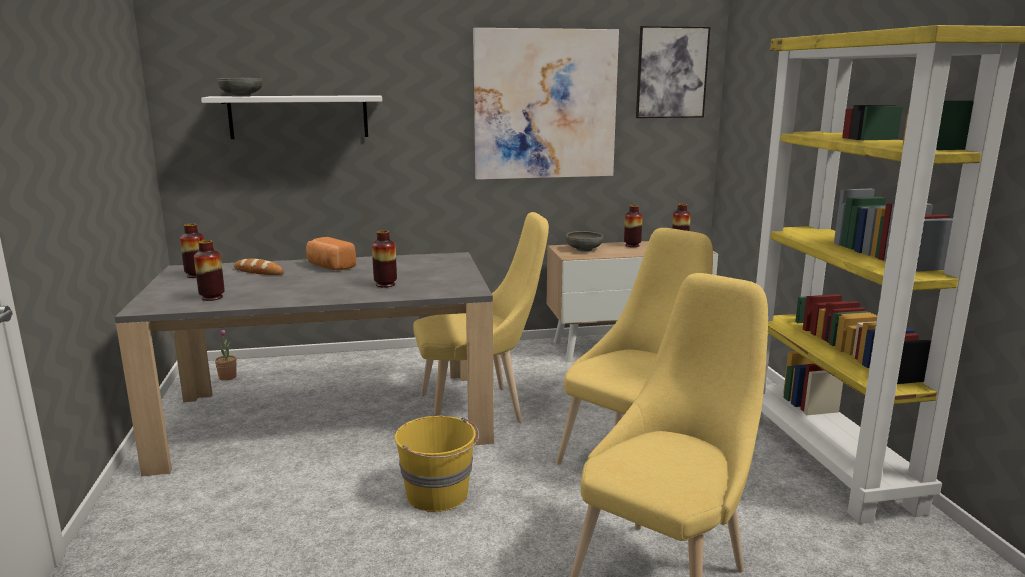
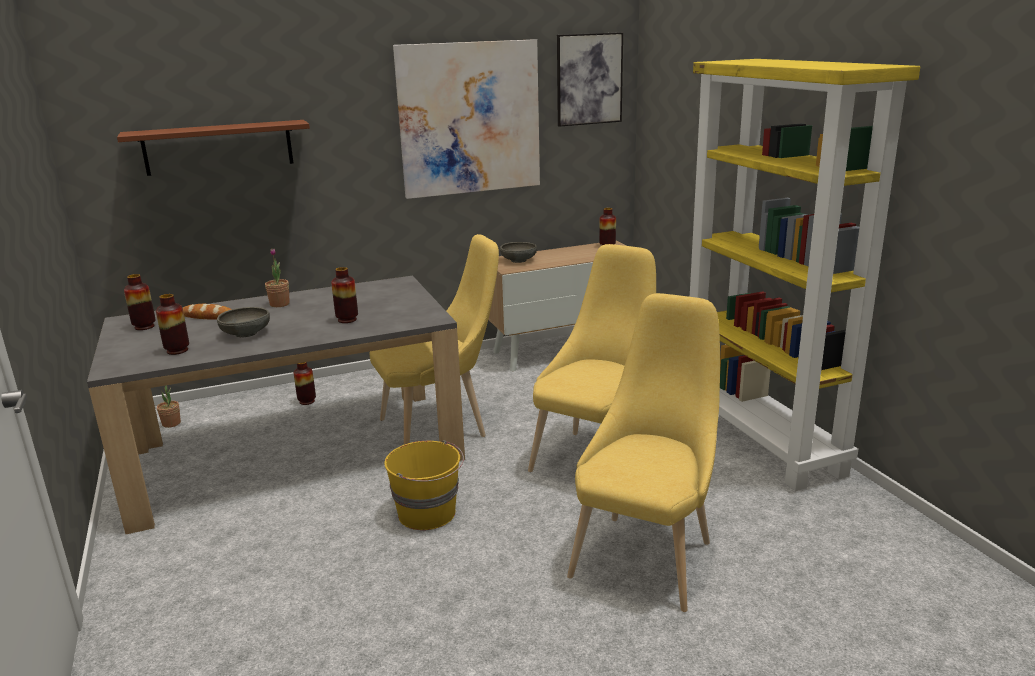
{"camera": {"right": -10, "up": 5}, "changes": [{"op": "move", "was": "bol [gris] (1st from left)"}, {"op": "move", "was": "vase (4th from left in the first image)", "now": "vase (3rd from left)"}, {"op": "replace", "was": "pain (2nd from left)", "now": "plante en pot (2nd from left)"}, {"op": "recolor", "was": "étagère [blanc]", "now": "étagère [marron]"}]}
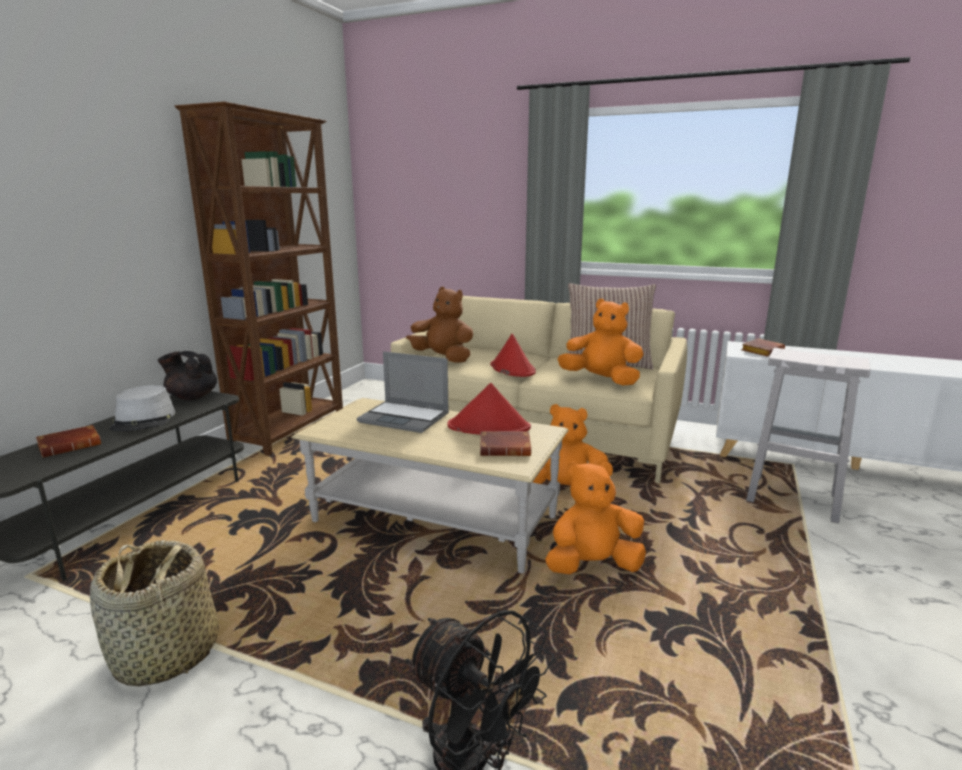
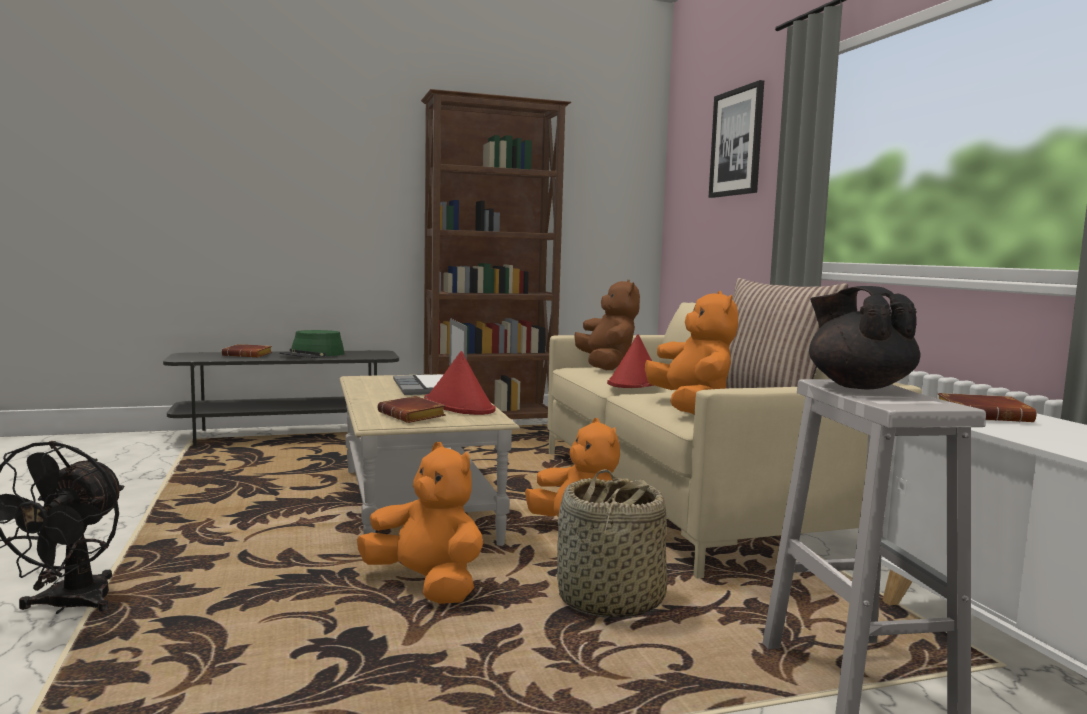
{"camera": {"right": 50, "up": -10}, "changes": [{"op": "insert", "now": "tableau"}, {"op": "move", "was": "panier"}, {"op": "move", "was": "théière [noir]"}, {"op": "recolor", "was": "chapeau [gris]", "now": "chapeau [vert]"}]}
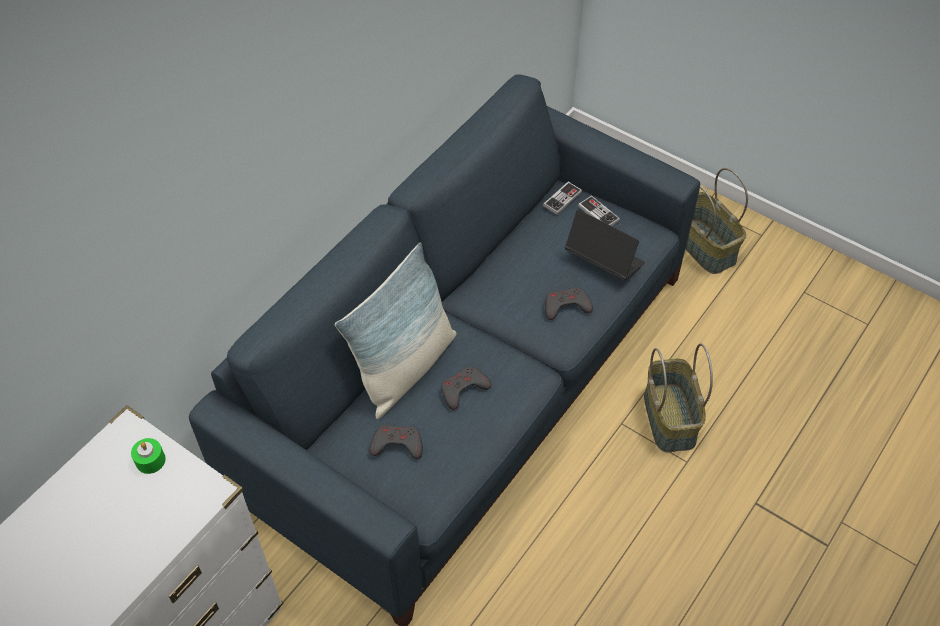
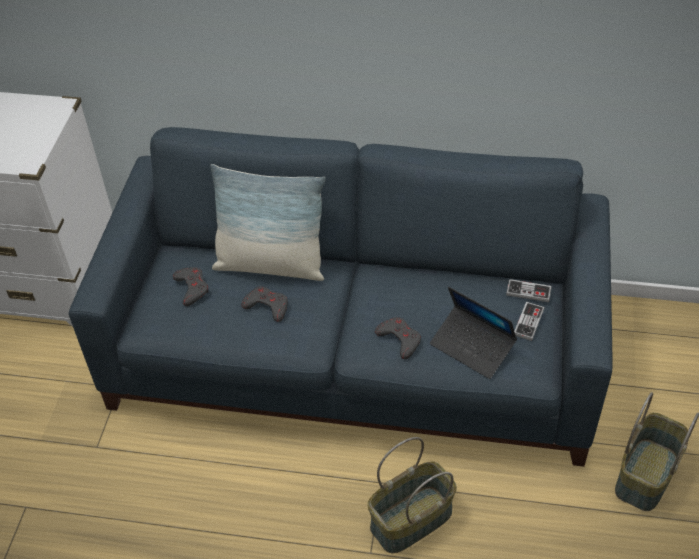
{"camera": {"right": 65, "up": -5}, "changes": [{"op": "delete", "was": "bougie [vert]"}, {"op": "rotate", "was": "ordinateur portable", "clockwise": 120}]}
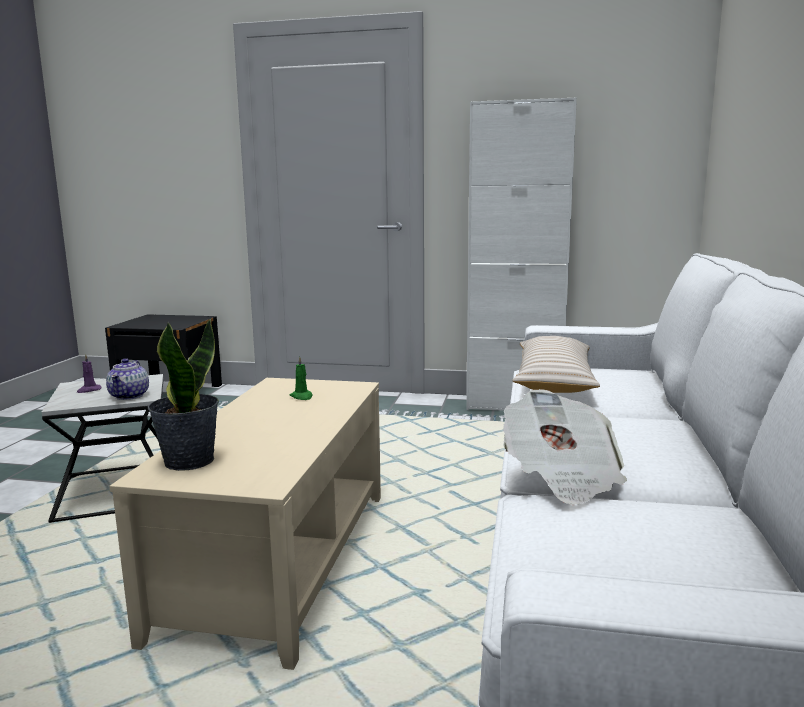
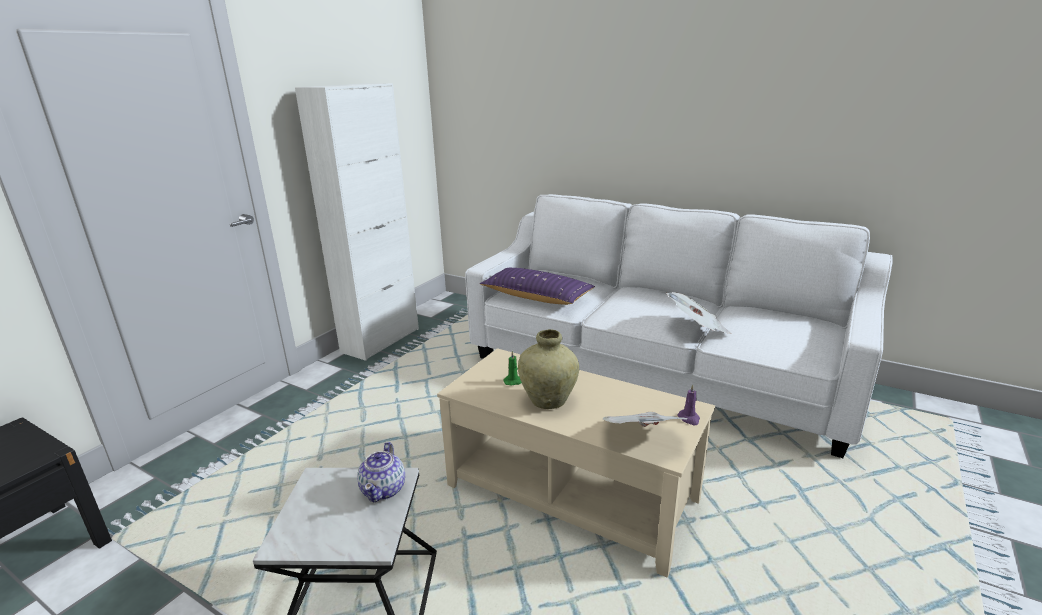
{"camera": {"right": -70, "up": 10}, "changes": [{"op": "insert", "now": "vase [beige]"}, {"op": "move", "was": "bougie [violet]"}, {"op": "replace", "was": "plante en pot", "now": "journal (1st from left)"}, {"op": "recolor", "was": "coussin [beige]", "now": "coussin [violet]"}, {"op": "rotate", "was": "théière", "clockwise": 75}]}
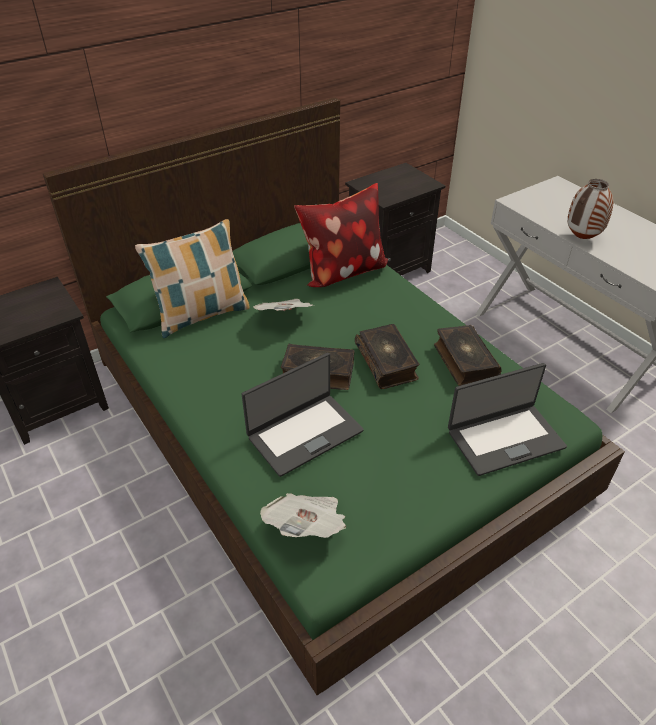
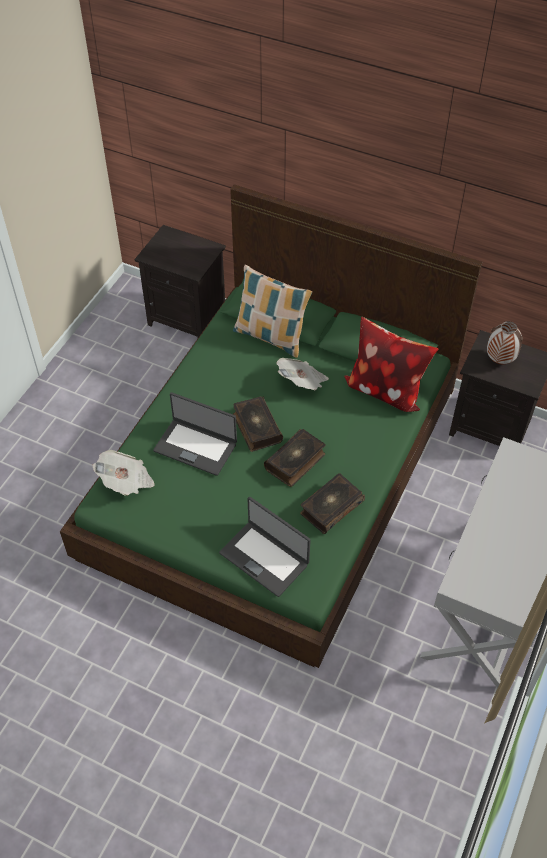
{"camera": {"right": 60, "up": 10}, "changes": [{"op": "move", "was": "vase"}]}
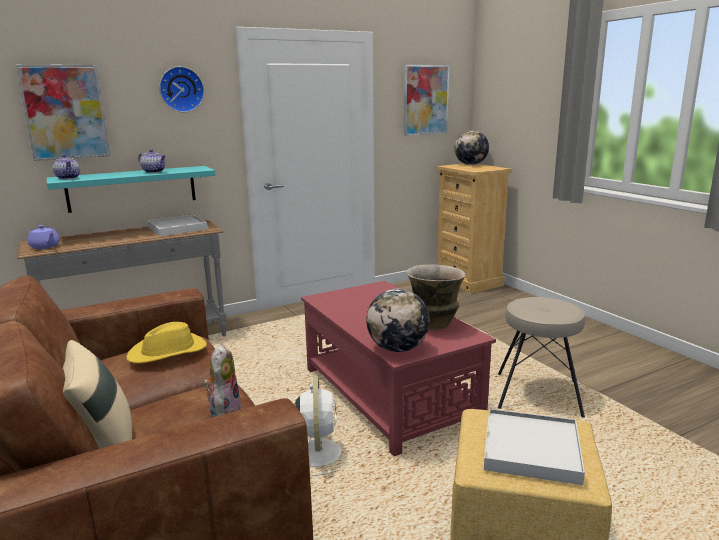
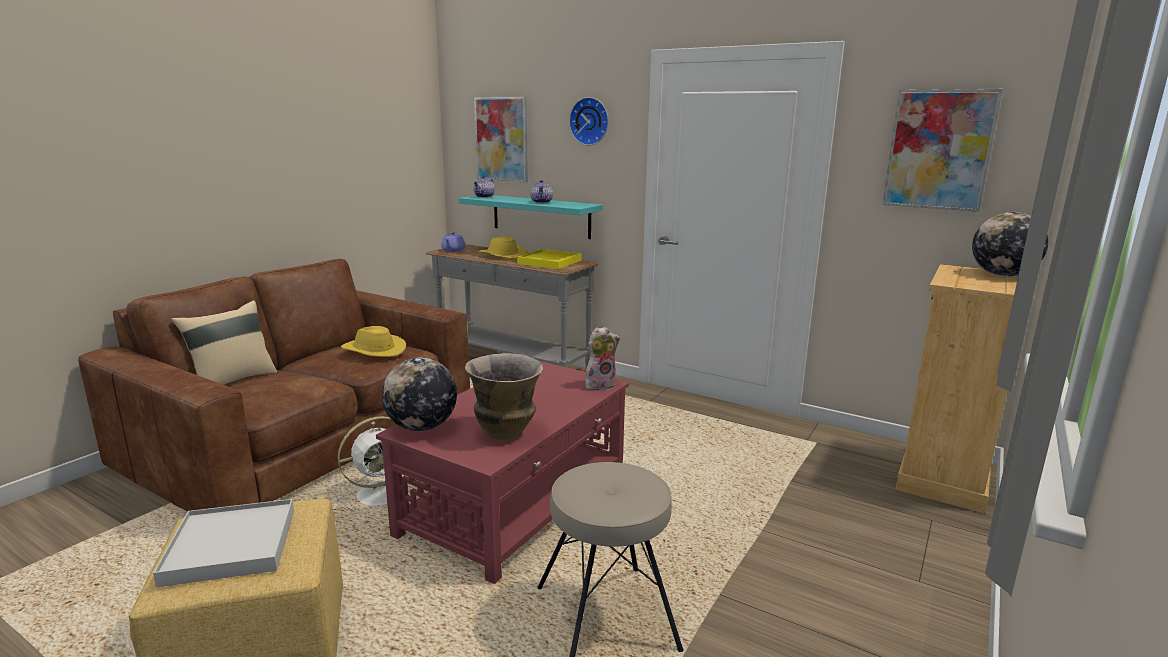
{"camera": {"right": 60, "up": 0}, "changes": [{"op": "insert", "now": "chapeau [jaune] (2nd from left)"}, {"op": "move", "was": "peluche"}, {"op": "recolor", "was": "plateau [blanc] (1st from left)", "now": "plateau [jaune]"}]}
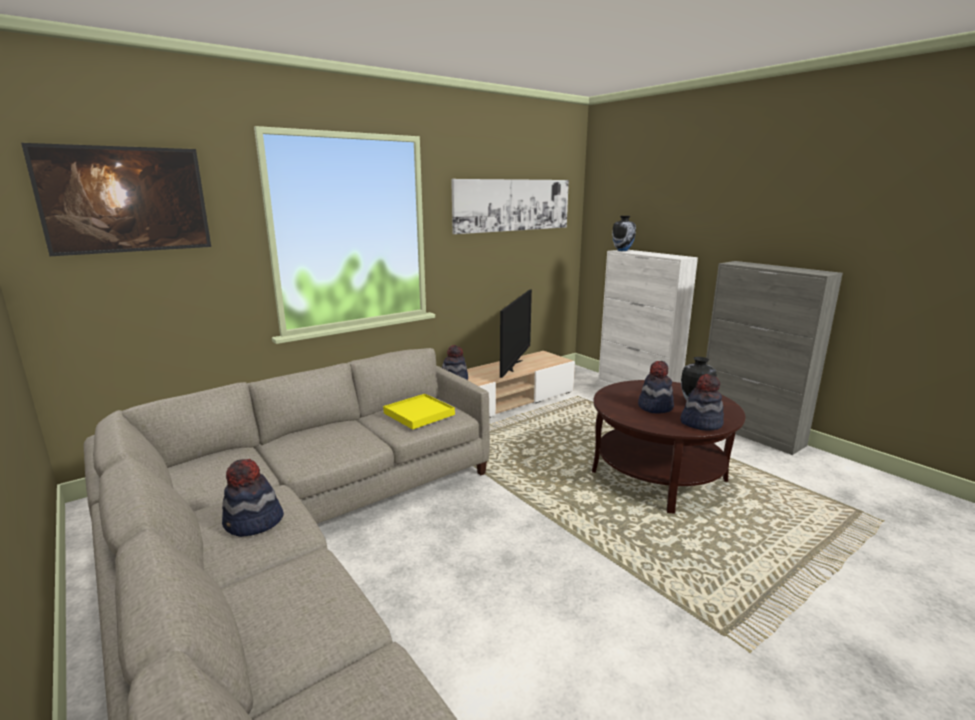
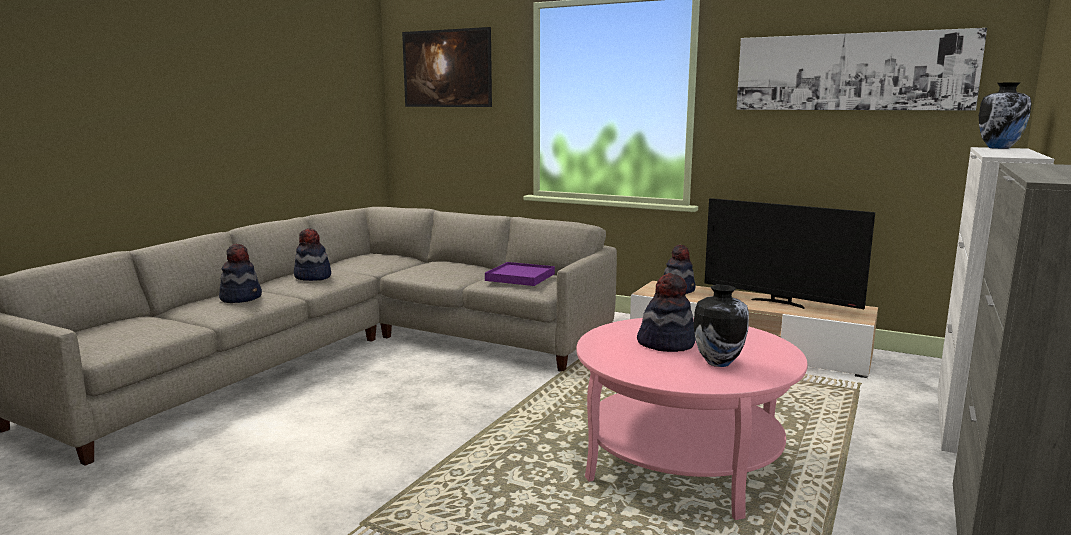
{"camera": {"right": 65, "up": -5}, "changes": [{"op": "move", "was": "chapeau (4th from left in the first image)", "now": "chapeau (1st from left)"}, {"op": "recolor", "was": "plateau [jaune]", "now": "plateau [violet]"}, {"op": "recolor", "was": "table basse [marron]", "now": "table basse [rose]"}, {"op": "rotate", "was": "téléviseur", "clockwise": 45}]}
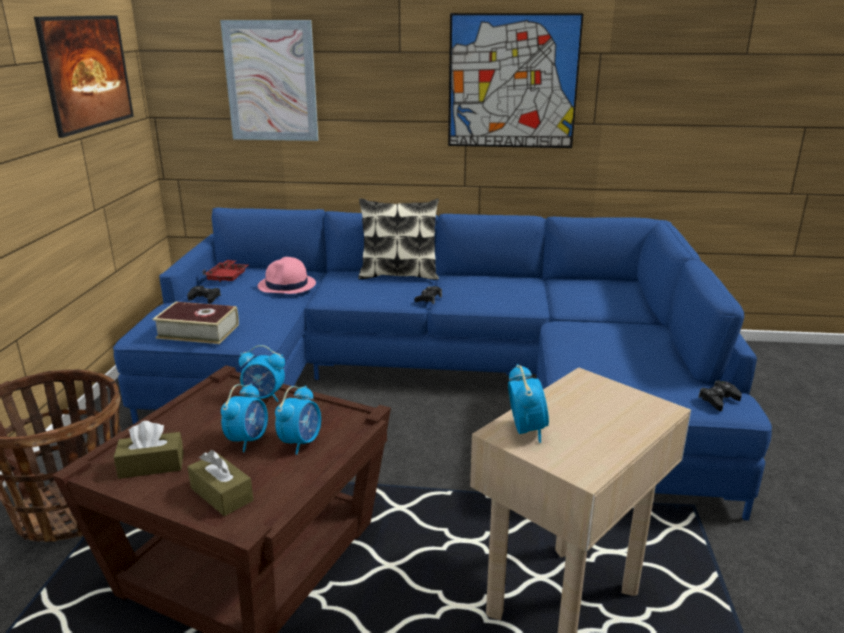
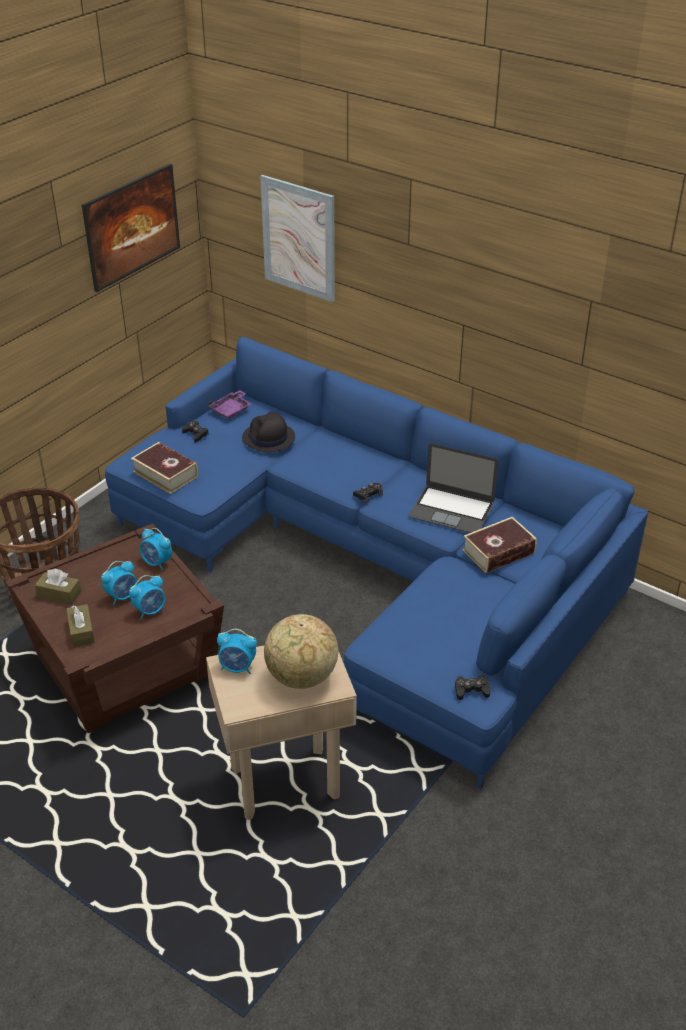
{"camera": {"right": 30, "up": 15}, "changes": [{"op": "delete", "was": "coussin"}, {"op": "delete", "was": "tableau (3rd from left)"}, {"op": "insert", "now": "globe"}, {"op": "insert", "now": "ordinateur portable"}, {"op": "insert", "now": "livre (2nd from left)"}, {"op": "recolor", "was": "plateau [rouge]", "now": "plateau [violet]"}, {"op": "recolor", "was": "chapeau [rose]", "now": "chapeau [noir]"}, {"op": "rotate", "was": "réveil (4th from left)", "clockwise": 75}]}
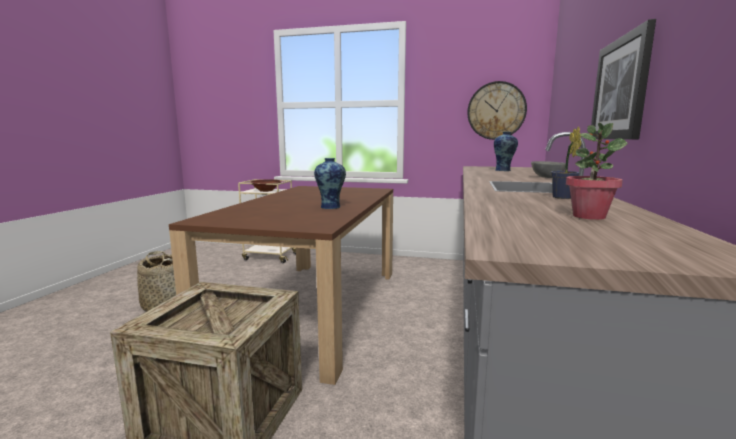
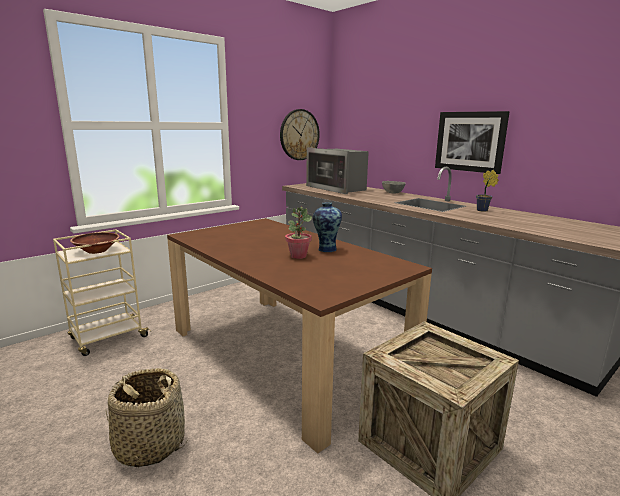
{"camera": {"right": -55, "up": 5}, "changes": [{"op": "move", "was": "plante en pot (2nd from left in the first image)", "now": "plante en pot (1st from left)"}, {"op": "replace", "was": "vase (2nd from left)", "now": "micro-ondes"}]}
